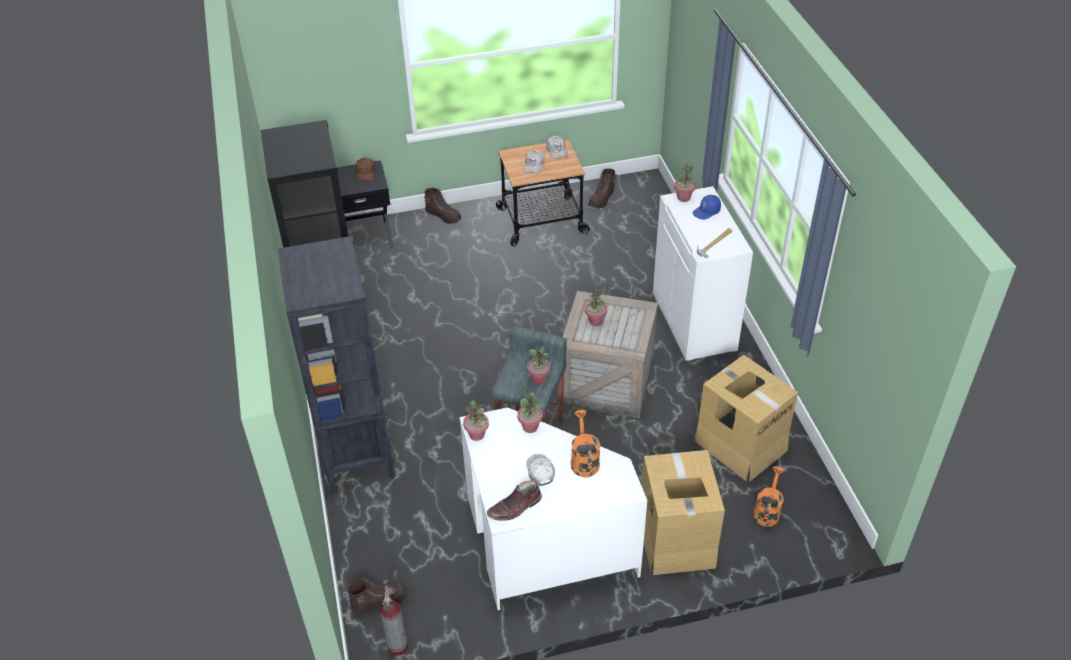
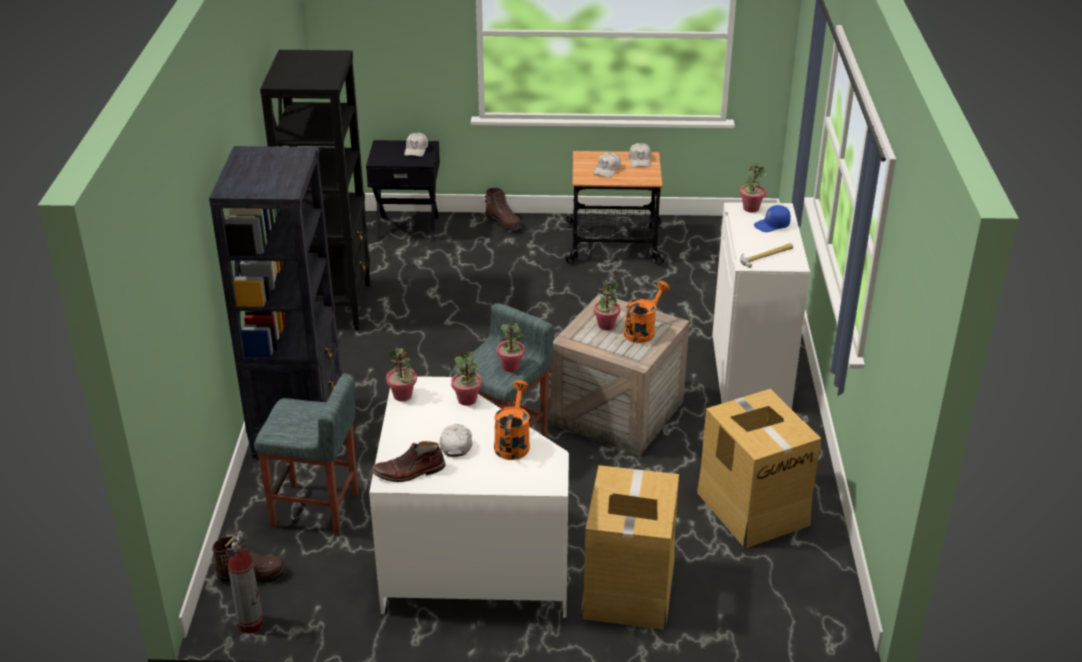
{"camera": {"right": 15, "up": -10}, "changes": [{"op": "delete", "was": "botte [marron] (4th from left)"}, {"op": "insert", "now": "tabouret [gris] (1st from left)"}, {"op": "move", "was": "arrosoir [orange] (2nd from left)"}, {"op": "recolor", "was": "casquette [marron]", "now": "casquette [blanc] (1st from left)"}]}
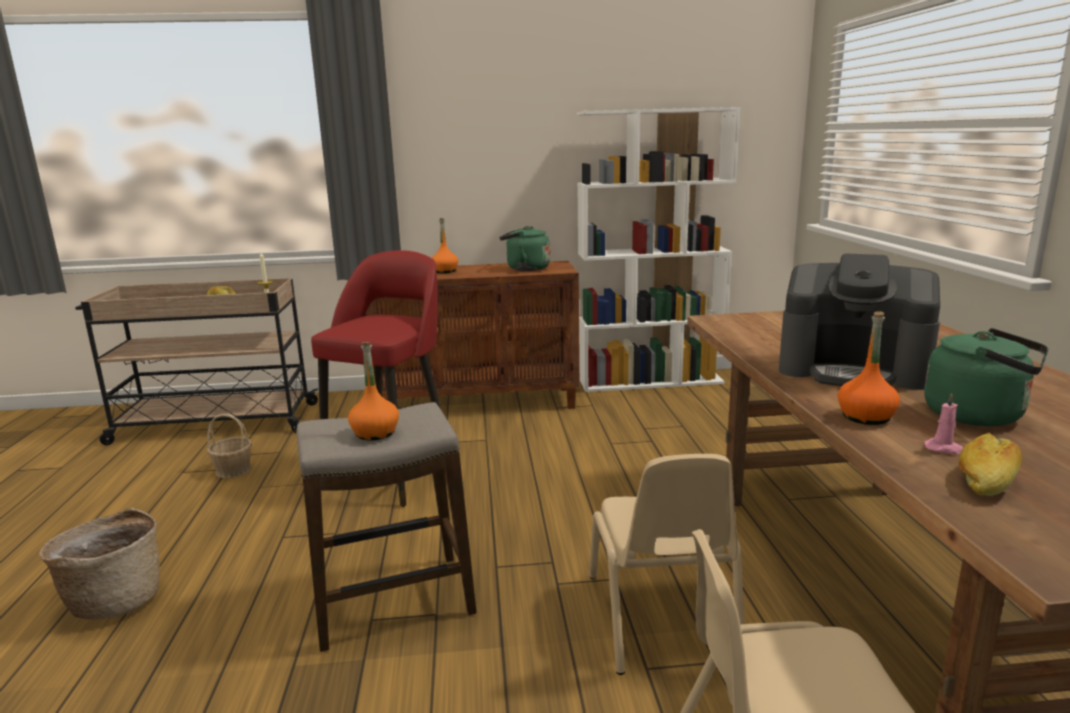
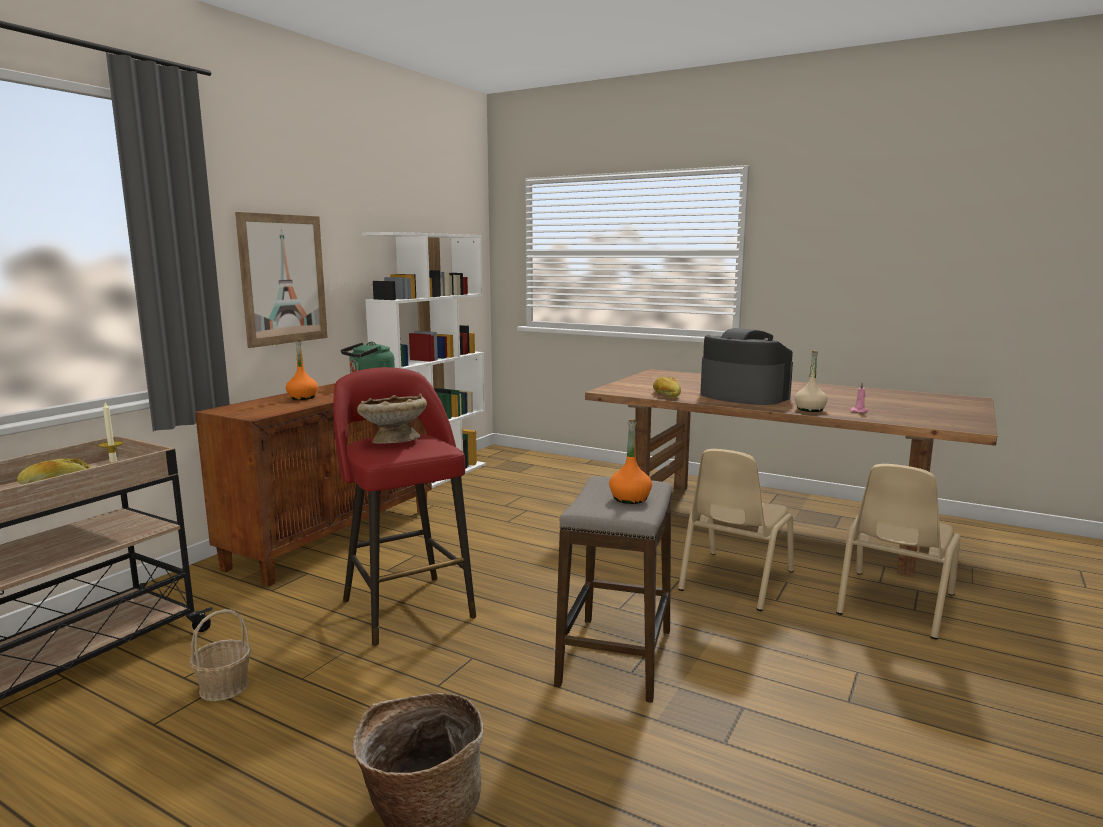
{"camera": {"right": -55, "up": -5}, "changes": [{"op": "delete", "was": "bouilloire [vert] (2nd from left)"}, {"op": "insert", "now": "tableau"}, {"op": "insert", "now": "bol [beige]"}, {"op": "move", "was": "pain (2nd from left)"}, {"op": "recolor", "was": "bouteille [orange] (3rd from left)", "now": "bouteille [beige]"}, {"op": "rotate", "was": "chaise [beige] (1st from left)", "clockwise": 90}, {"op": "rotate", "was": "machine à café", "clockwise": -105}]}
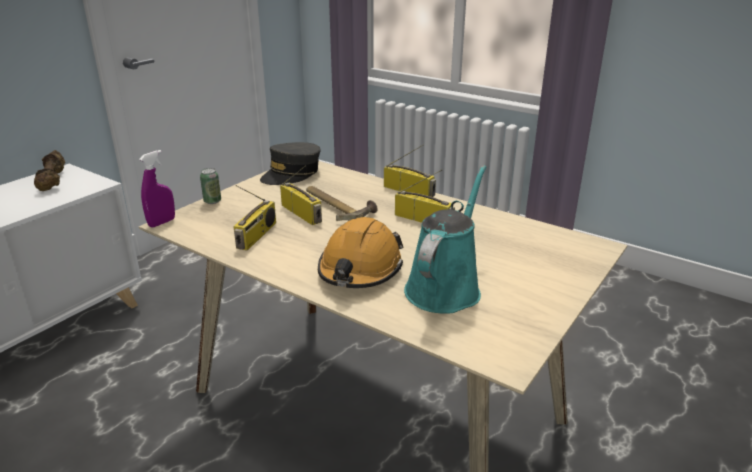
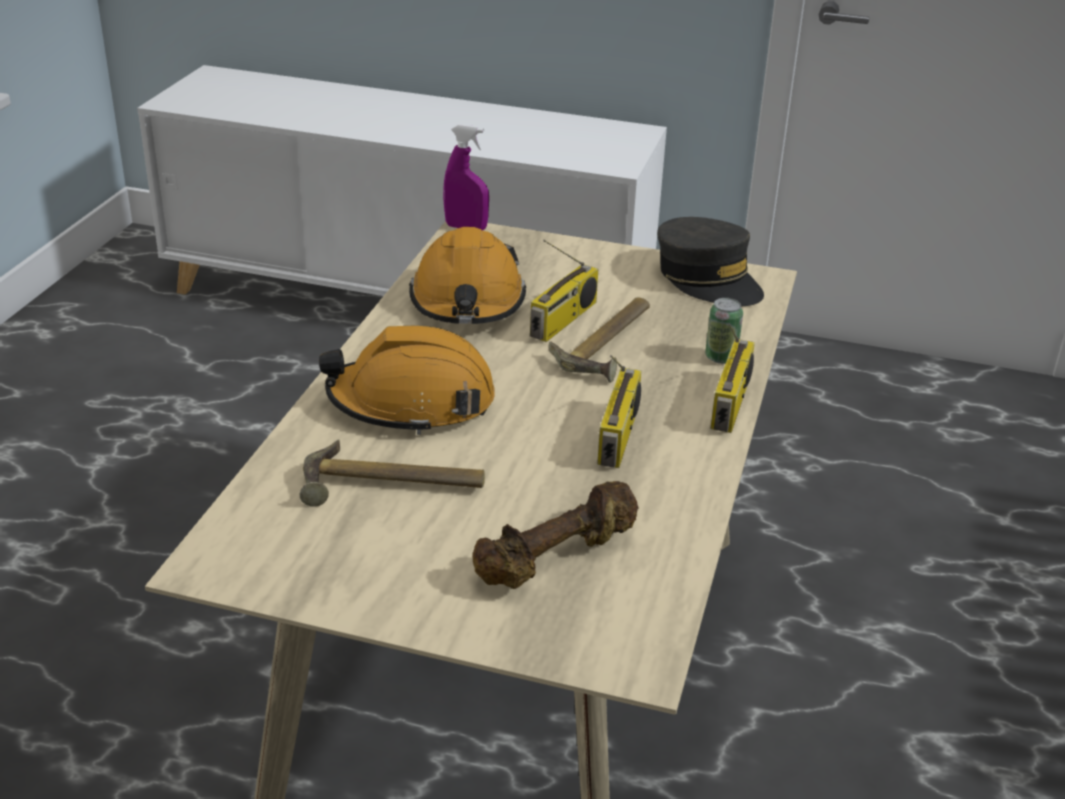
{"camera": {"right": 70, "up": 5}, "changes": [{"op": "move", "was": "haltère [marron]"}, {"op": "move", "was": "boîte métallique"}, {"op": "replace", "was": "radio (1st from left)", "now": "casque de chantier [orange] (2nd from left)"}, {"op": "replace", "was": "arrosoir [turquoise]", "now": "marteau (1st from left)"}, {"op": "rotate", "was": "casquette [gris]", "clockwise": -150}]}
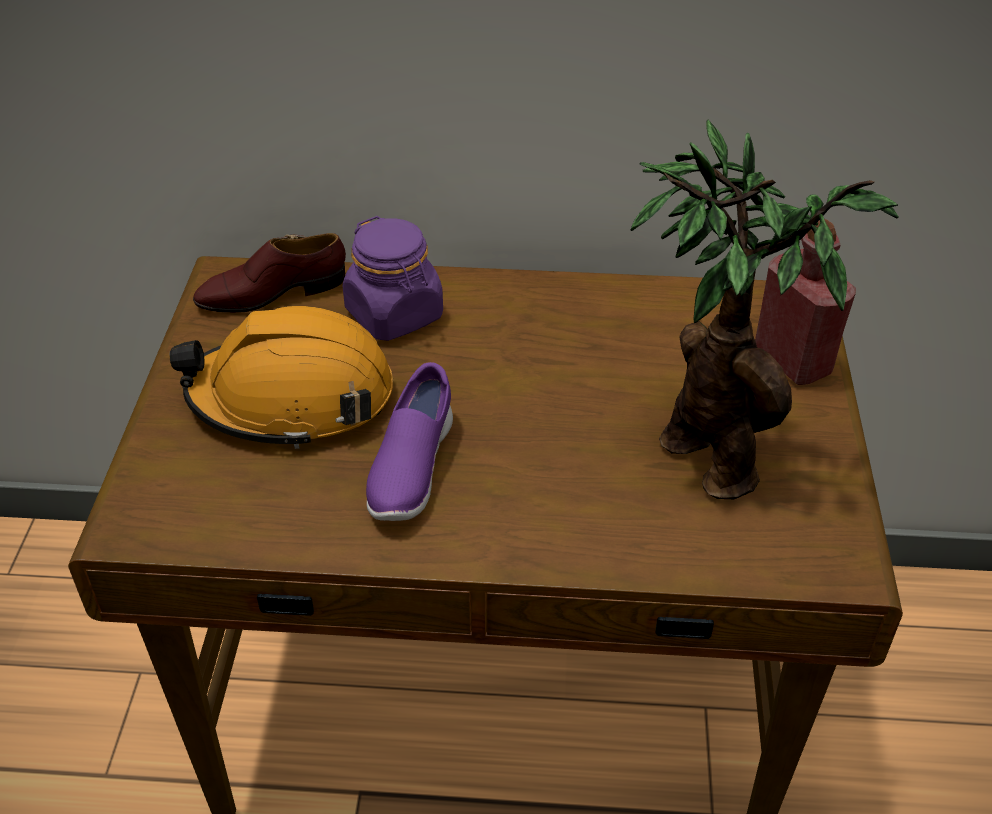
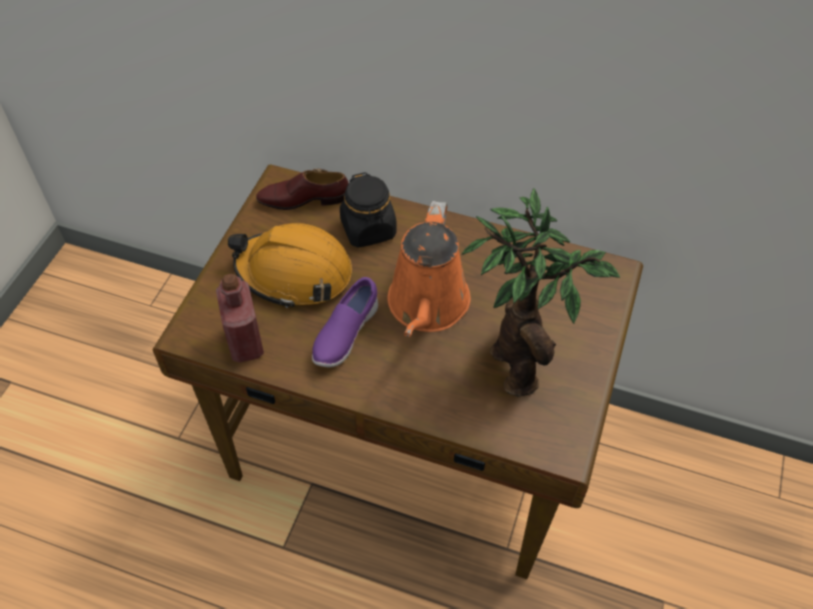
{"camera": {"right": 15, "up": 10}, "changes": [{"op": "insert", "now": "arrosoir [orange]"}, {"op": "move", "was": "bouteille [rouge]"}, {"op": "recolor", "was": "bocal [violet]", "now": "bocal [noir]"}]}
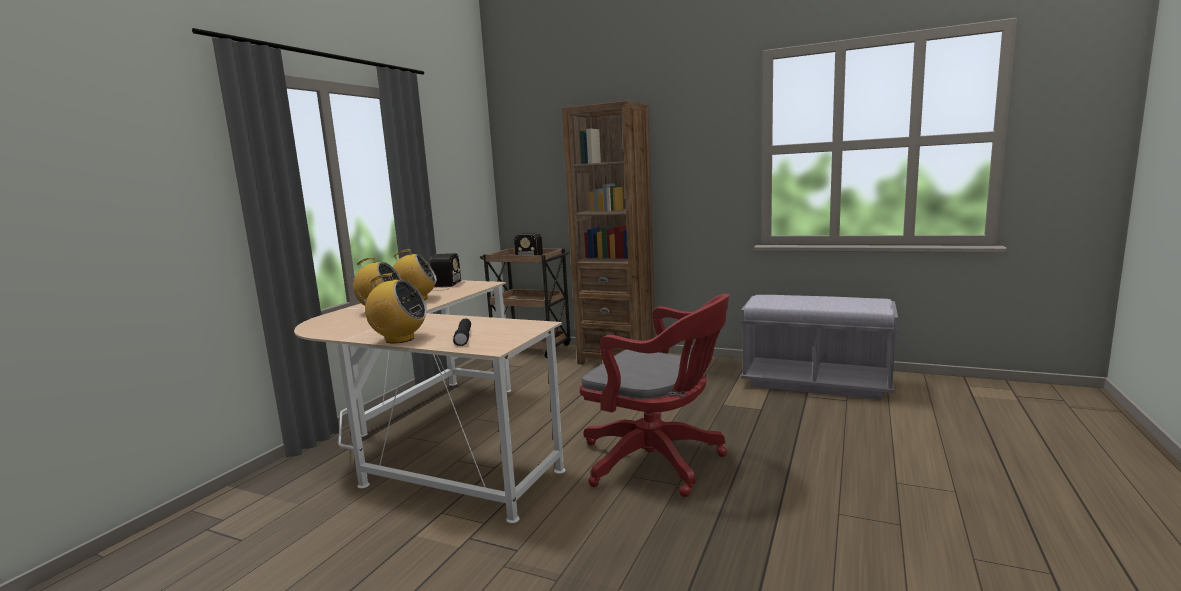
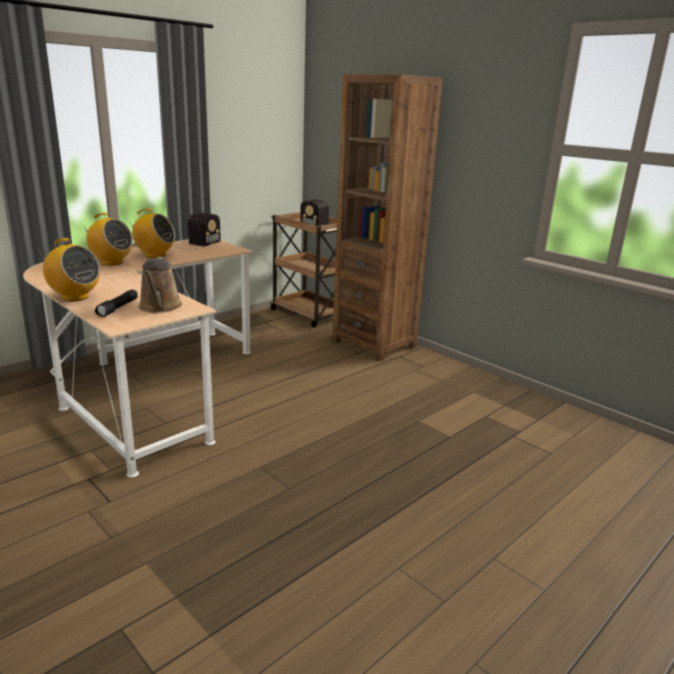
{"camera": {"right": 20, "up": 10}, "changes": [{"op": "delete", "was": "chaise de bureau [rouge]"}, {"op": "delete", "was": "banc [gris]"}, {"op": "insert", "now": "arrosoir [marron]"}]}
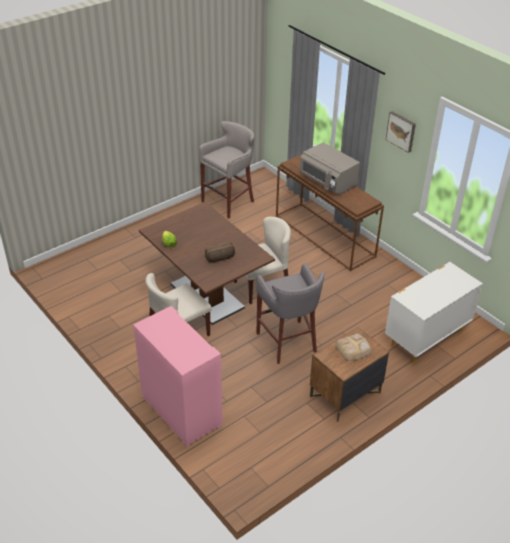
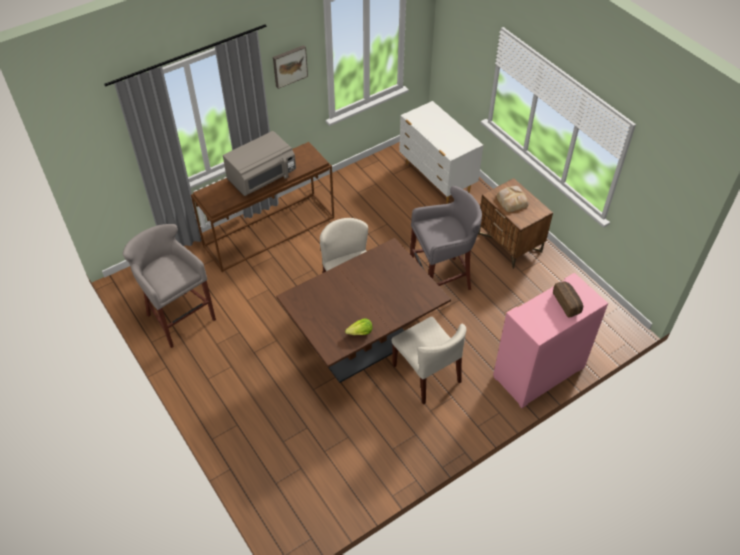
{"camera": {"right": -85, "up": 10}, "changes": [{"op": "move", "was": "pain (1st from left in the first image)", "now": "pain (2nd from left)"}]}
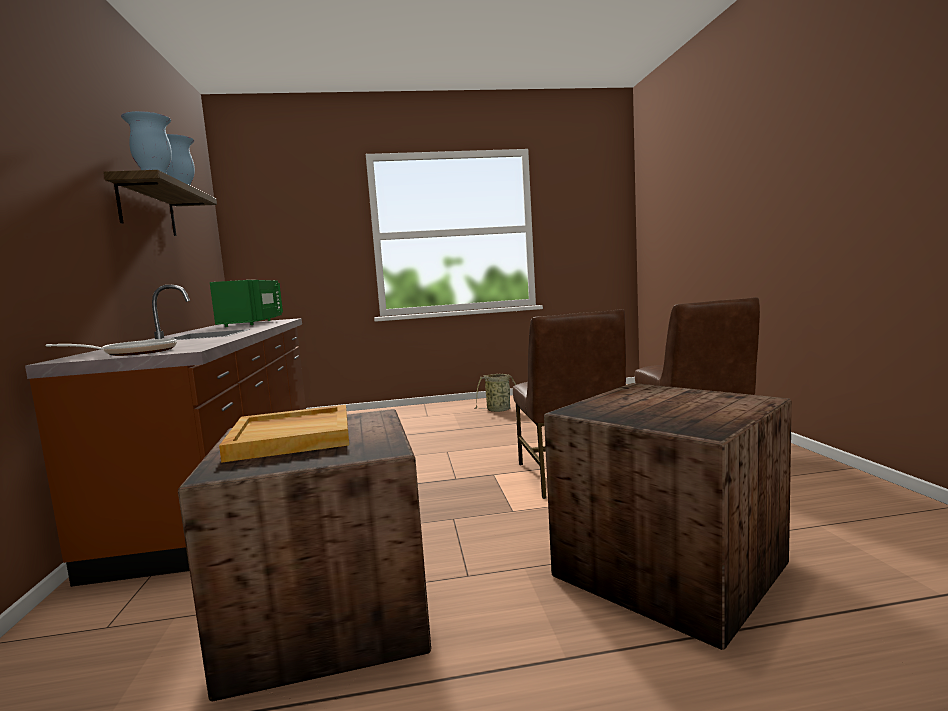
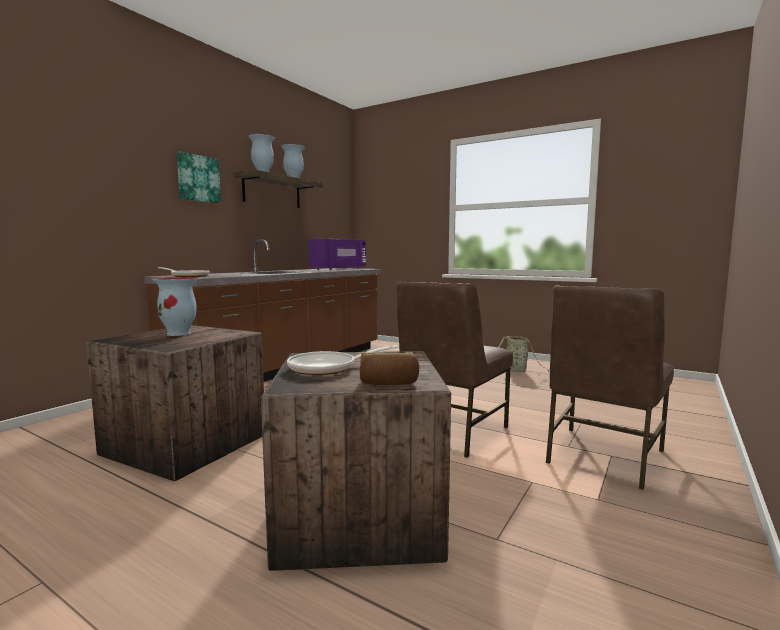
{"camera": {"right": 40, "up": 0}, "changes": [{"op": "insert", "now": "tableau"}, {"op": "insert", "now": "poêle (2nd from left)"}, {"op": "insert", "now": "pain"}, {"op": "replace", "was": "plateau [beige]", "now": "vase (1st from left)"}, {"op": "recolor", "was": "micro-ondes [vert]", "now": "micro-ondes [violet]"}]}
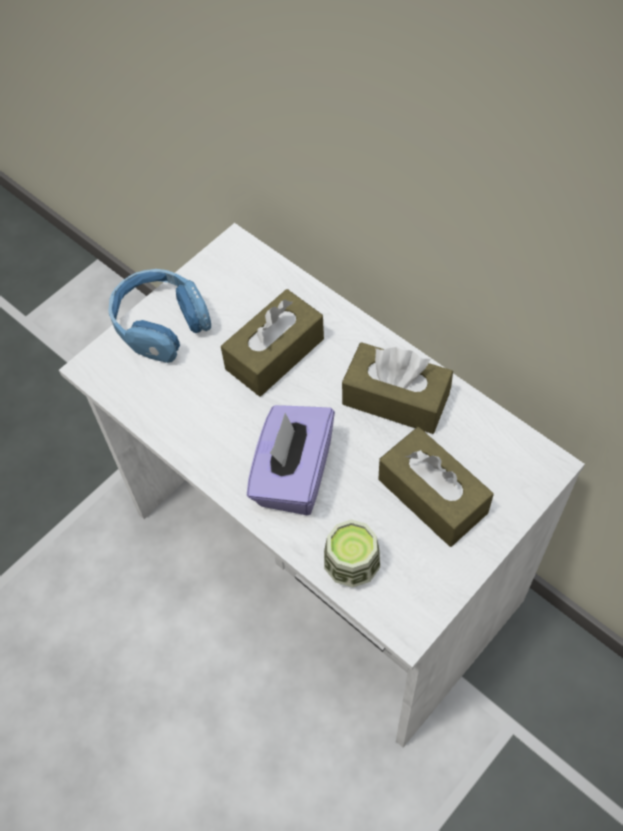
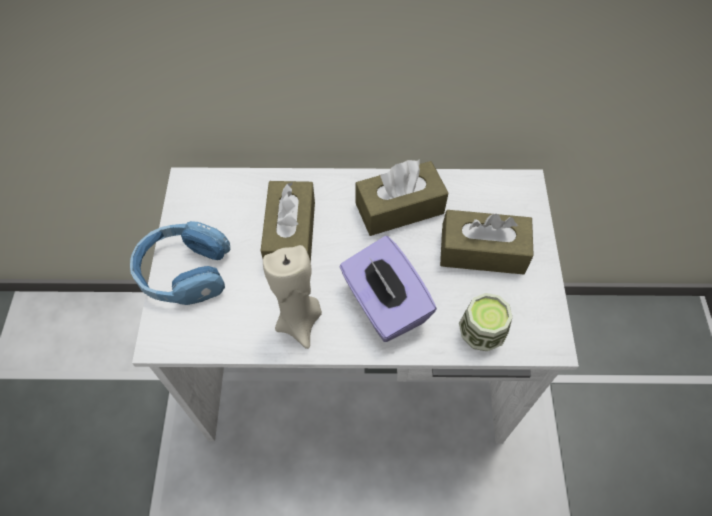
{"camera": {"right": -45, "up": 0}, "changes": [{"op": "insert", "now": "bougie [beige]"}]}
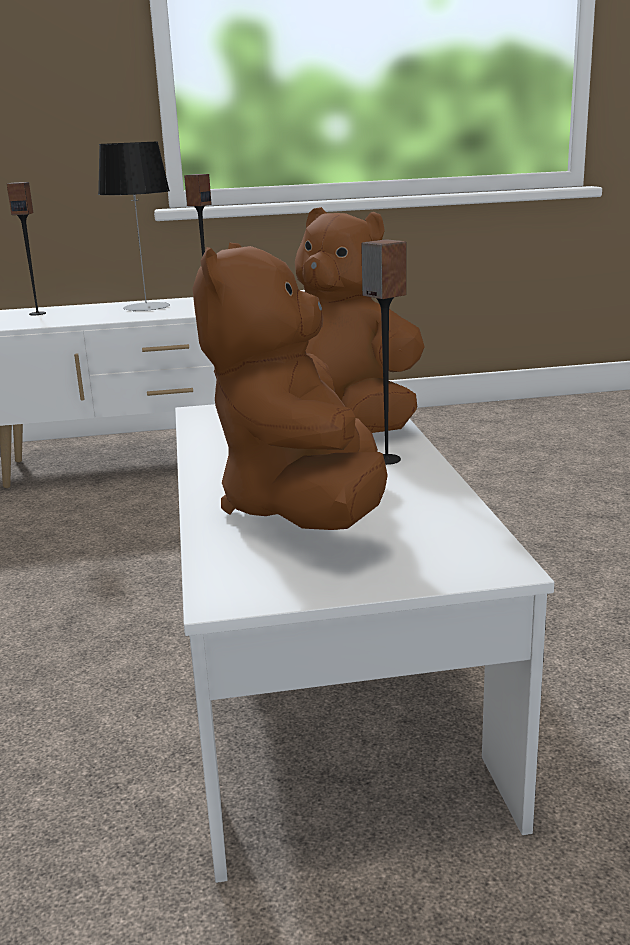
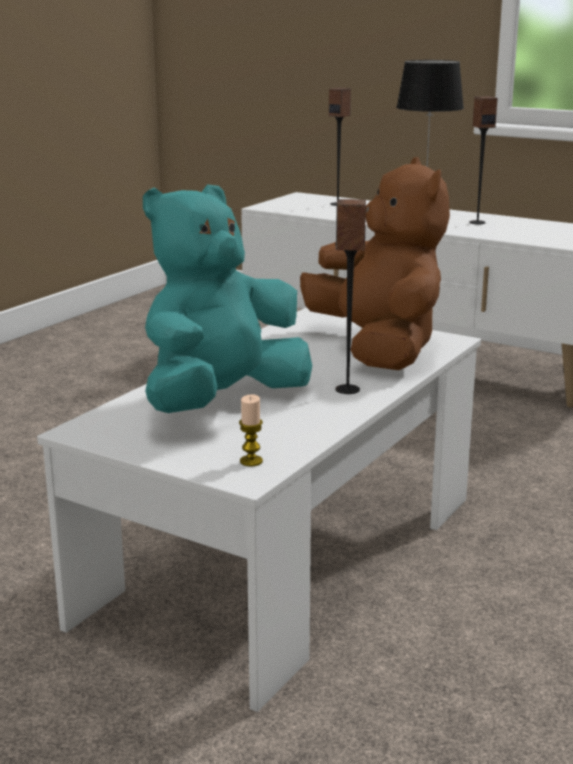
{"camera": {"right": 40, "up": 0}, "changes": [{"op": "insert", "now": "bougie"}, {"op": "recolor", "was": "peluche [marron] (1st from left)", "now": "peluche [turquoise]"}]}
